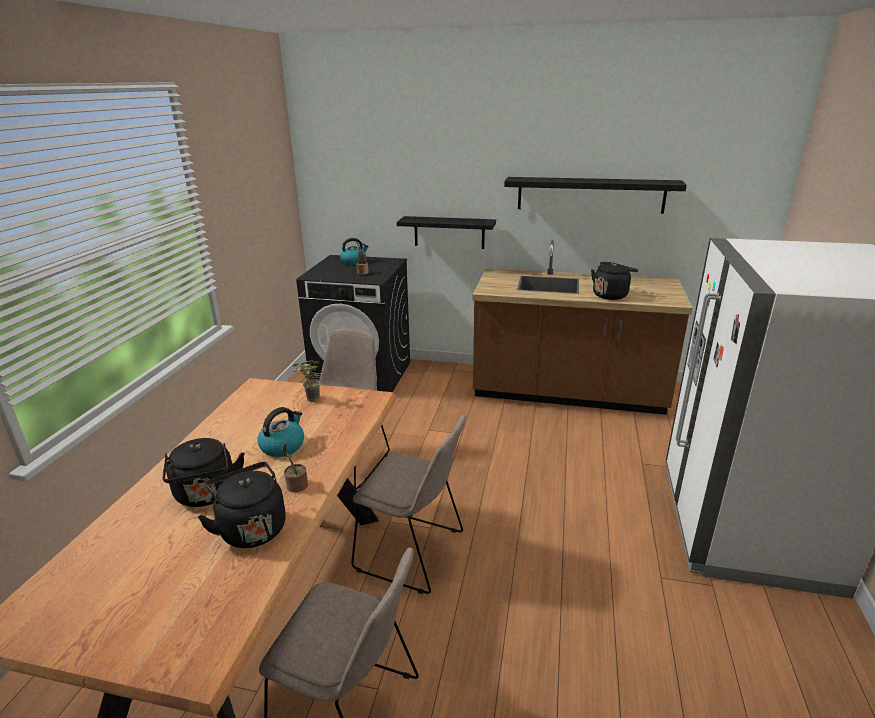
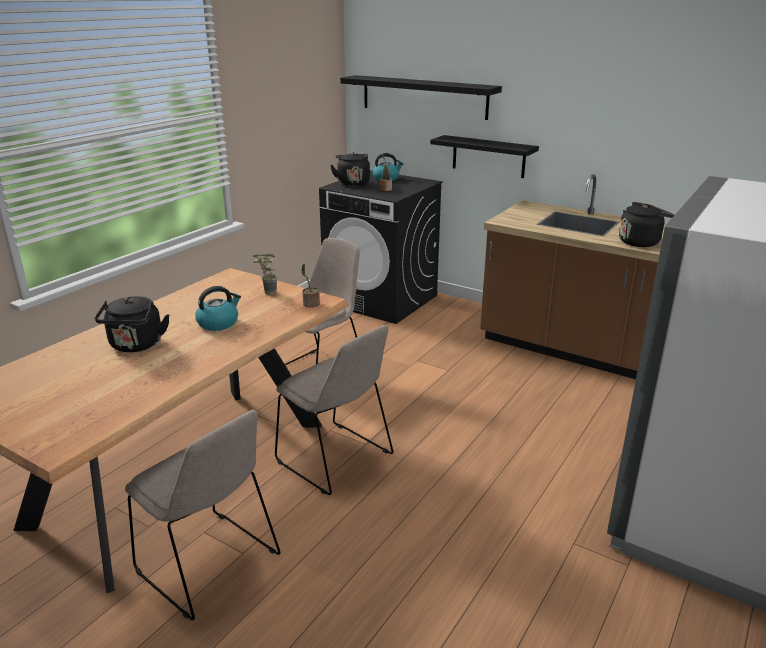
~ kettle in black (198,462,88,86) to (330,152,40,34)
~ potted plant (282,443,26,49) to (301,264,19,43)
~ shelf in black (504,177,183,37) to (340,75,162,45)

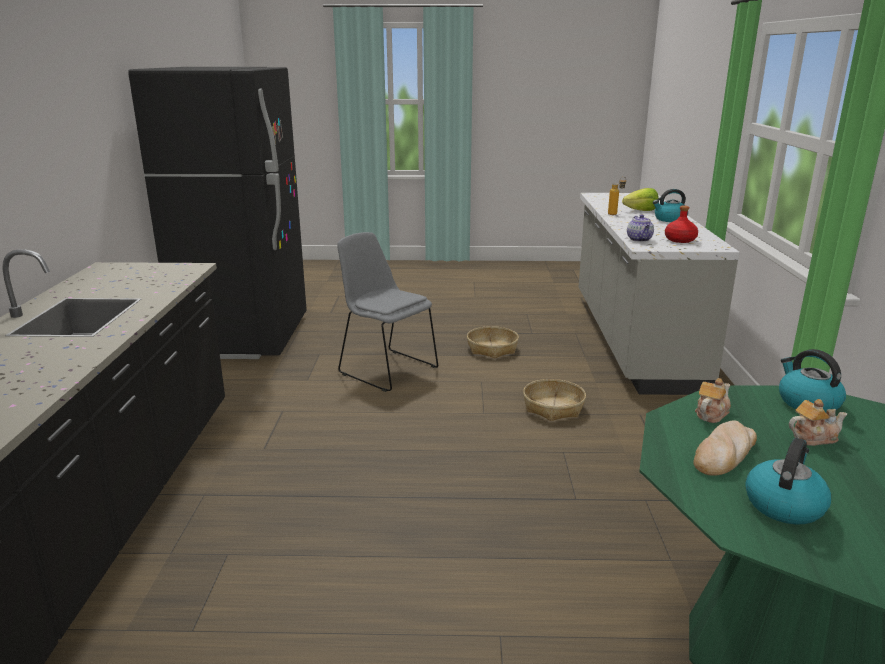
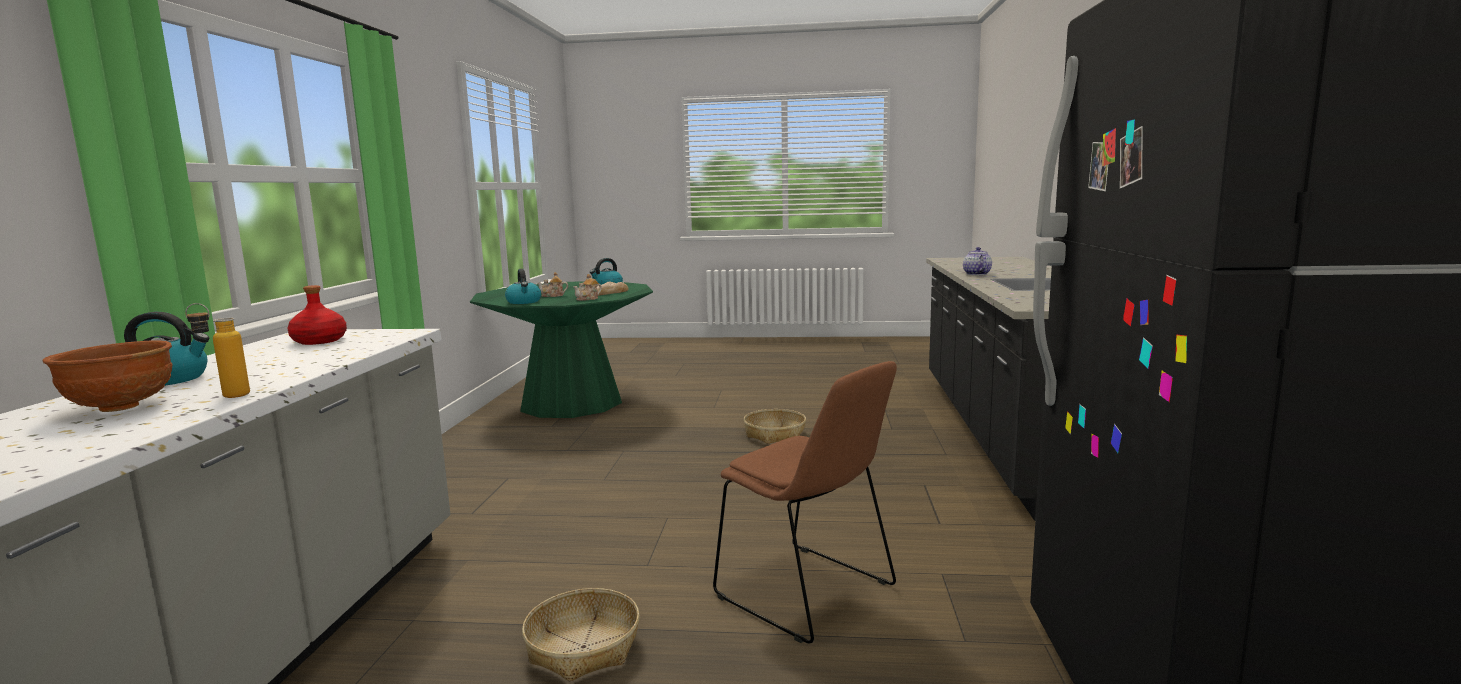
~ chair in grey (337,232,101,160) to chair in brown (713,361,184,283)
~ basket (523,379,63,42) to (744,409,62,35)
~ lettuce (622,188,37,23) to bowl in brown (42,340,130,72)
~ teapot (627,214,27,28) to (963,247,29,28)

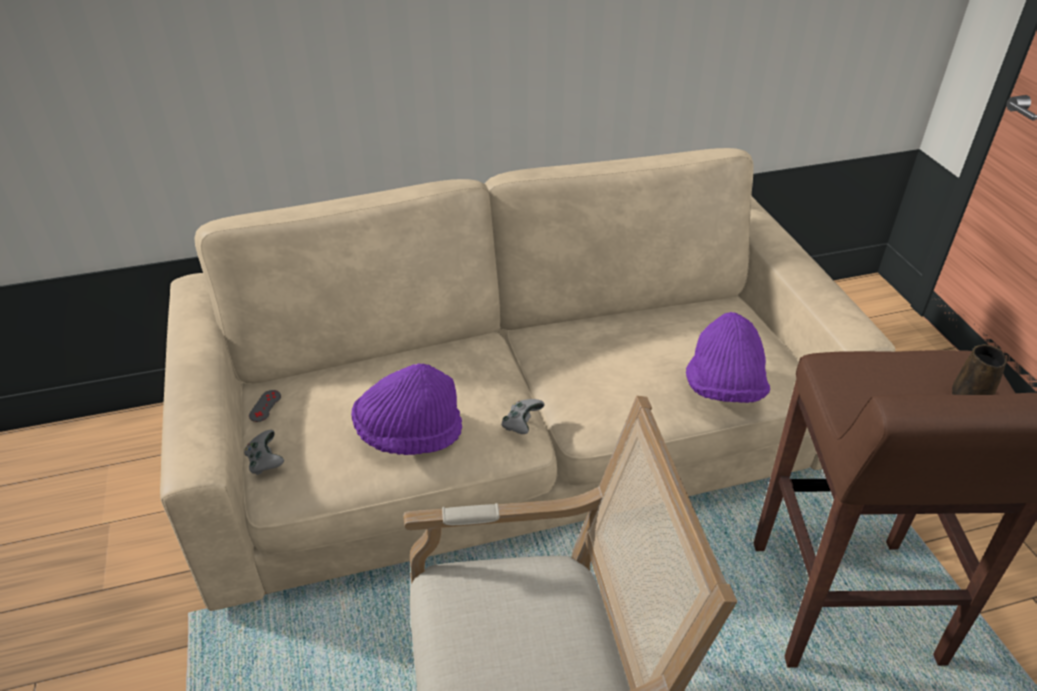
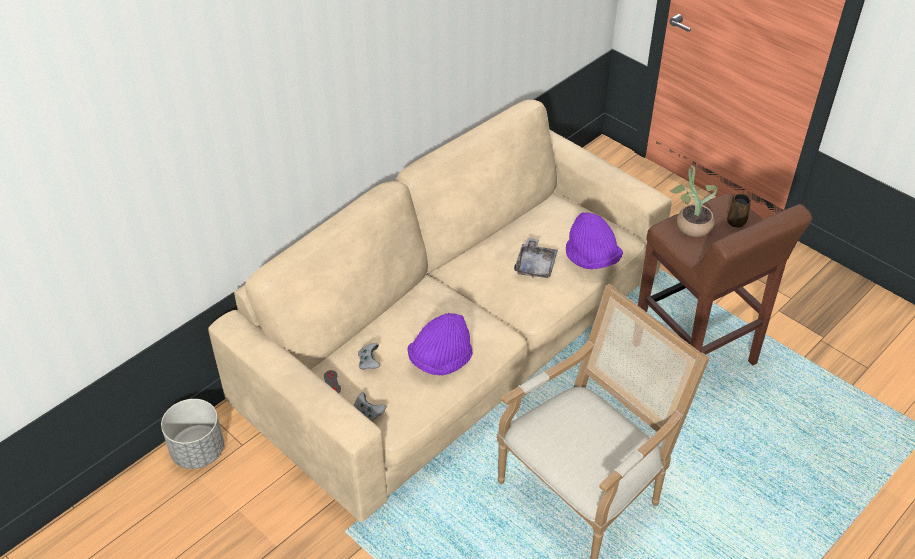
~ game controller in grey (501,399,44,35) to (358,343,22,27)
+ planter in grey (161,399,63,70)
+ tray in grey (514,238,44,40)
+ potted plant (670,165,47,72)

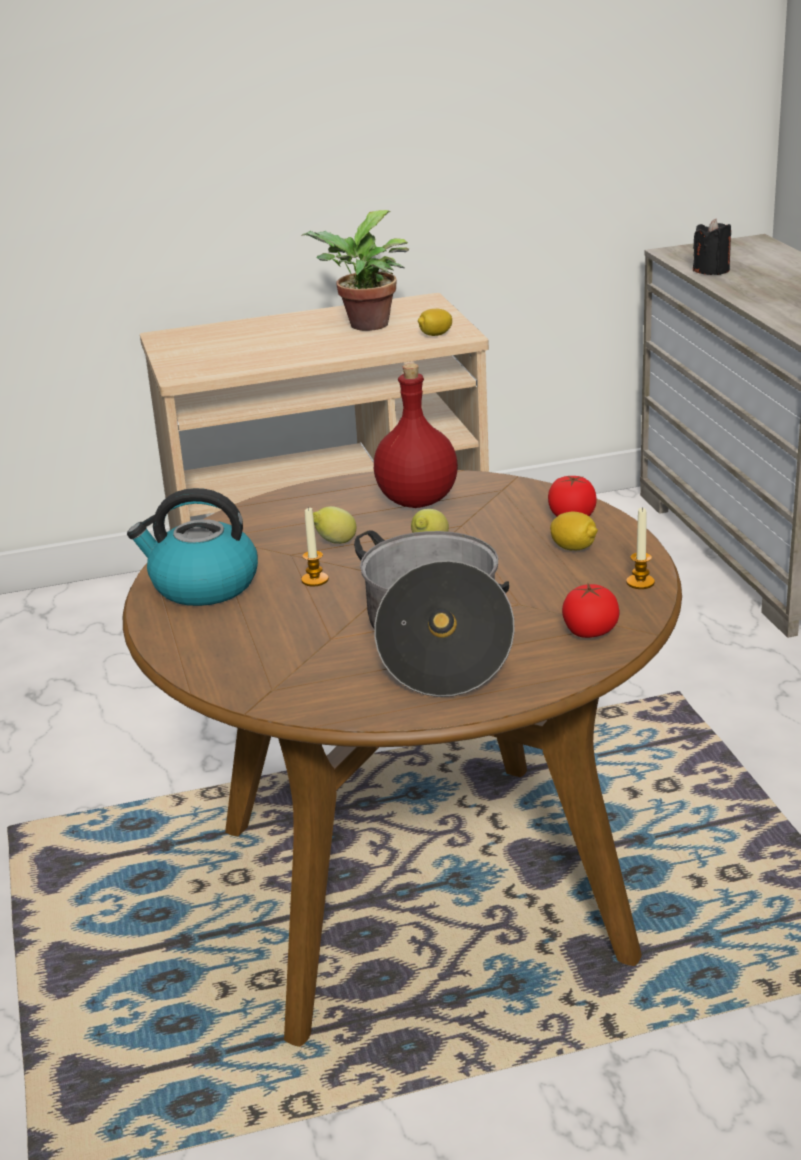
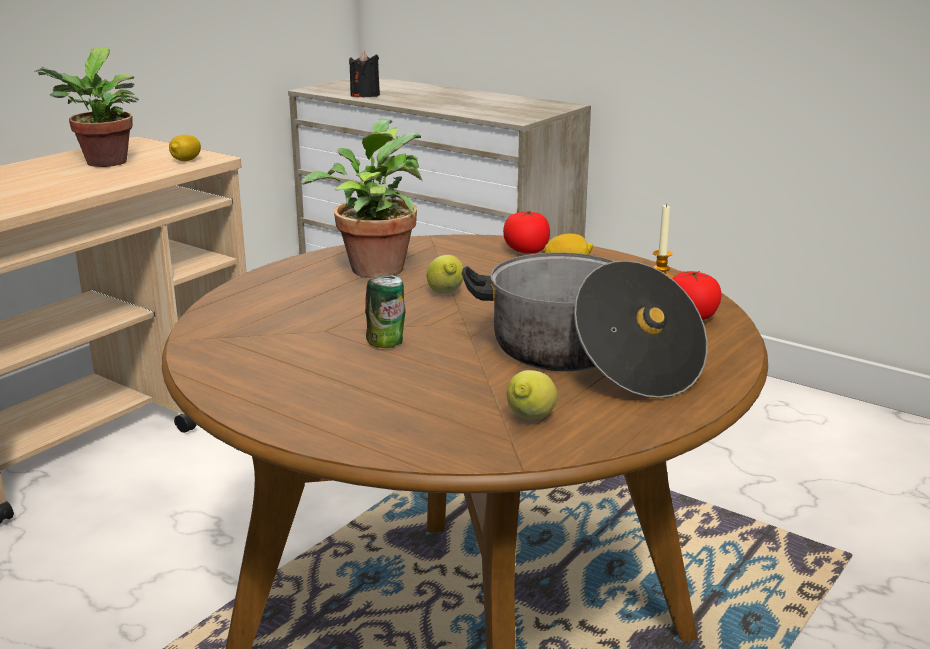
- kettle (127,488,131,118)
~ candle (301,508,28,79) to can (365,275,40,73)
~ lemon (313,506,43,38) to (507,370,50,50)
~ bottle in red (374,363,84,145) to potted plant (302,118,120,160)

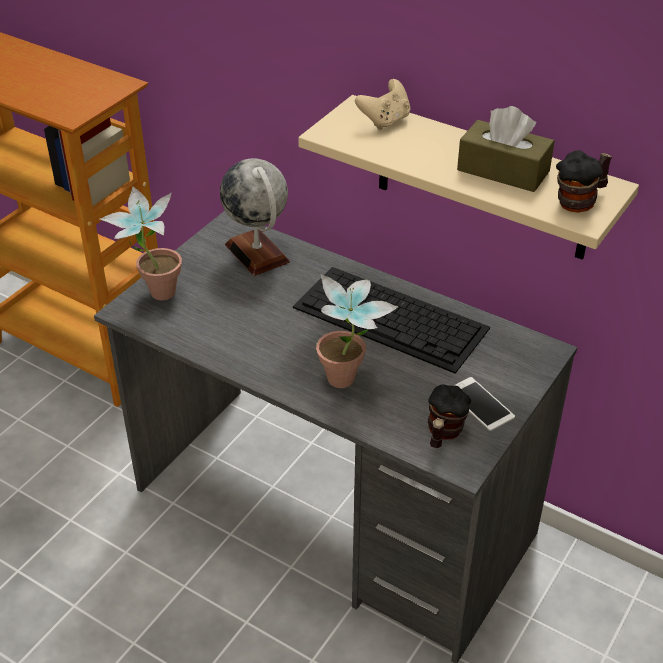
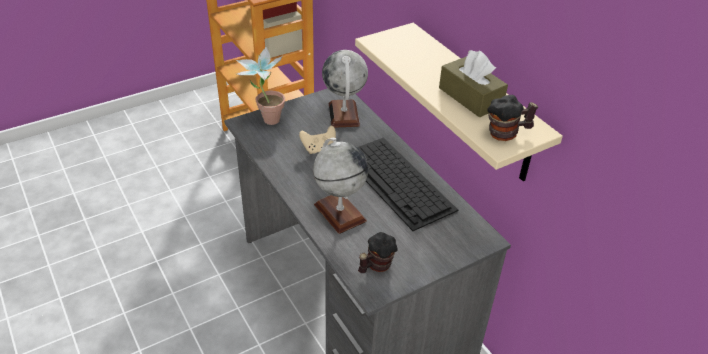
~ potted plant (316,274,82,114) to globe (313,138,55,96)
~ game controller in beige (355,79,56,51) to (299,126,37,28)
- phone (453,377,62,54)

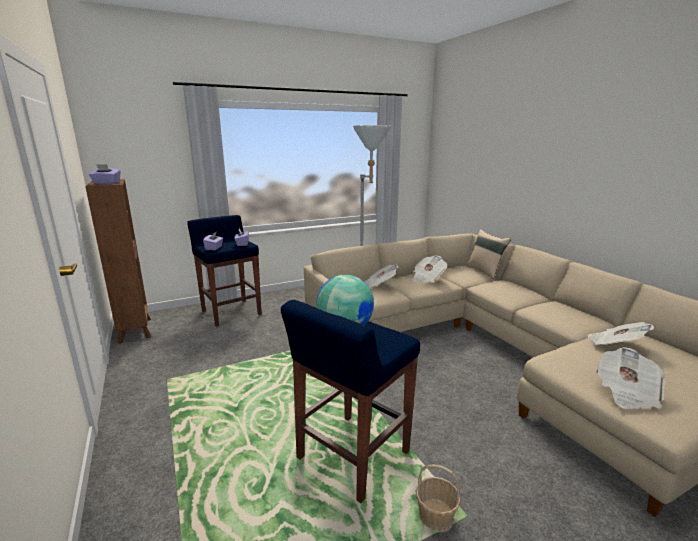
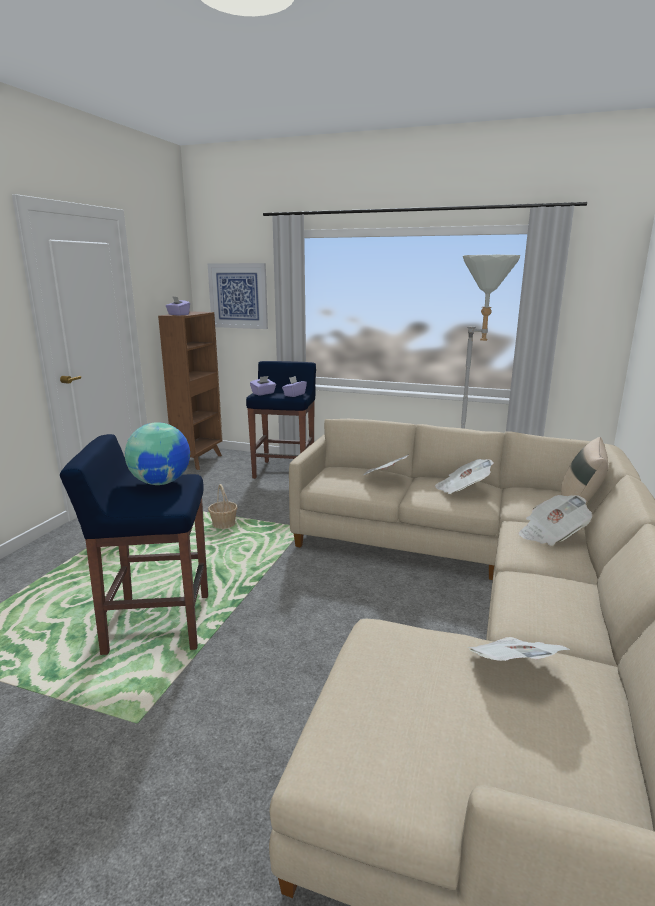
~ basket (416,464,45,68) to (208,484,29,45)
~ newspaper (596,347,70,62) to (518,495,74,51)
+ picture (208,263,60,66)

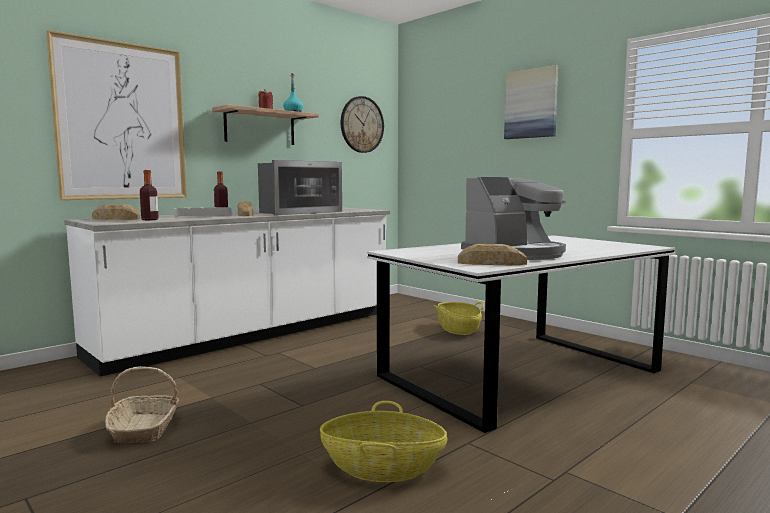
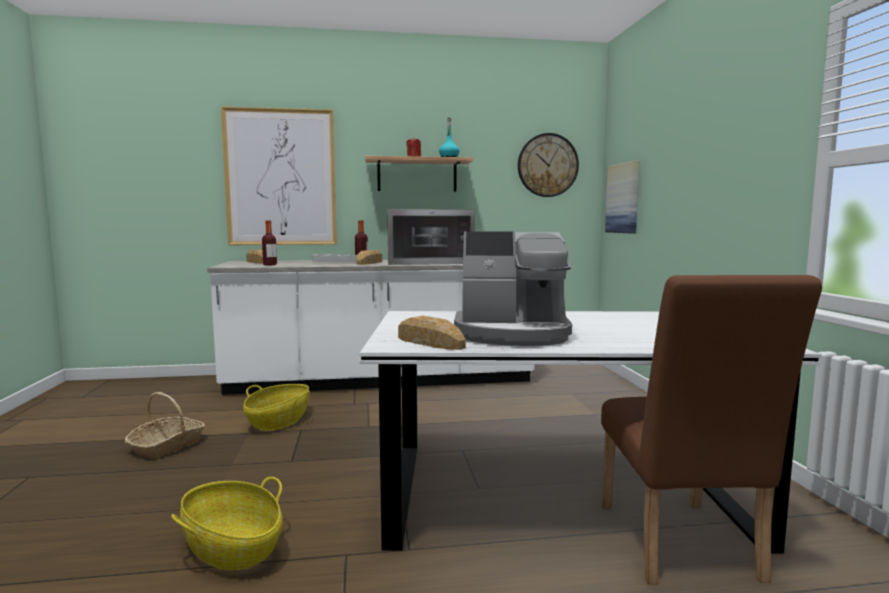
~ basket (434,302,50,33) to (243,384,67,47)
~ picture (504,65,54,74) to (605,161,35,73)
+ chair in brown (601,275,221,310)

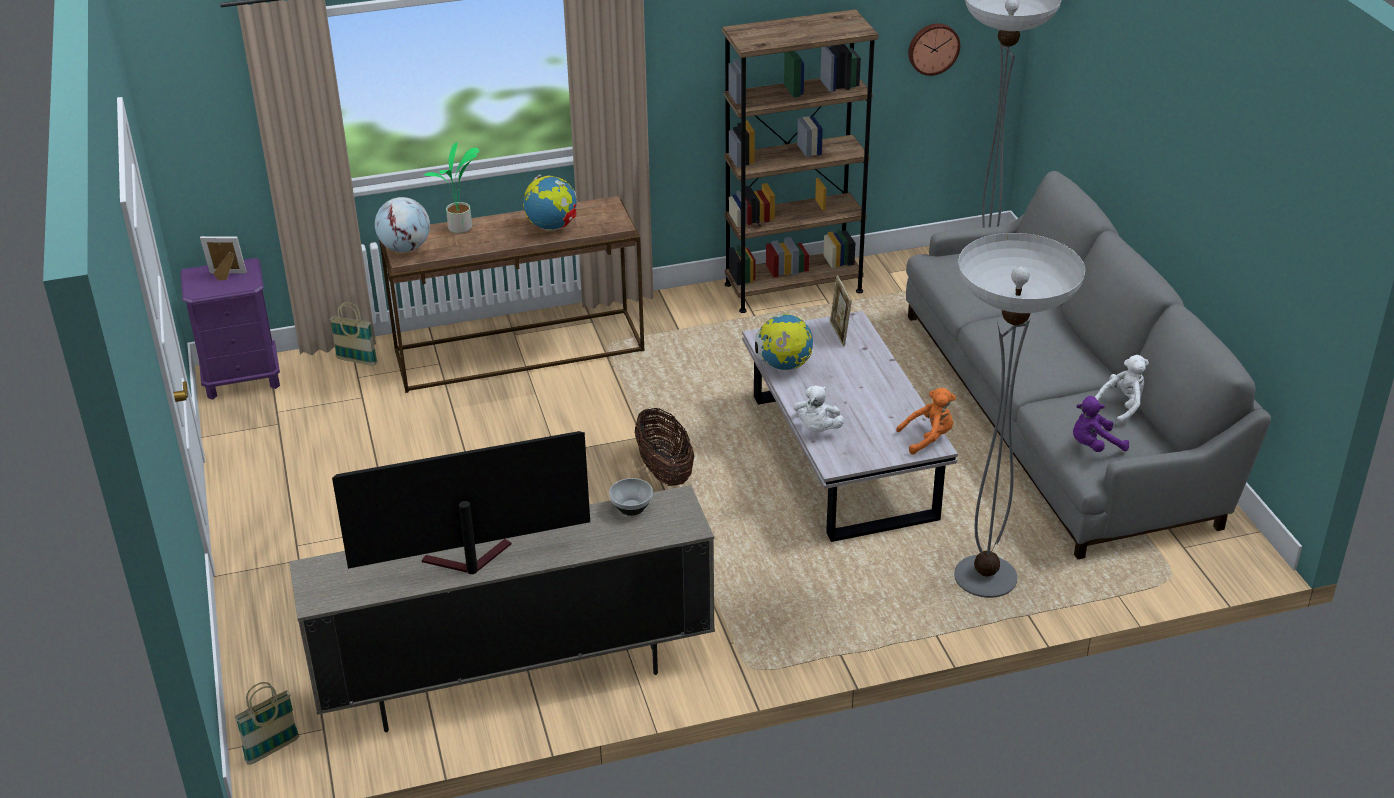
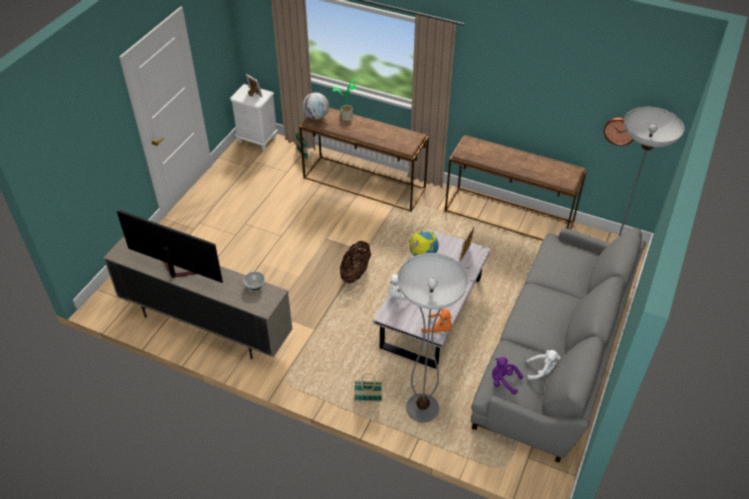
~ nightstand in purple (180,258,100,142) to nightstand in white (230,84,48,67)
~ basket (235,682,64,83) to (354,374,28,27)
- globe (523,174,54,56)
~ bookcase in brown (722,9,156,304) to console table in brown (445,135,142,106)

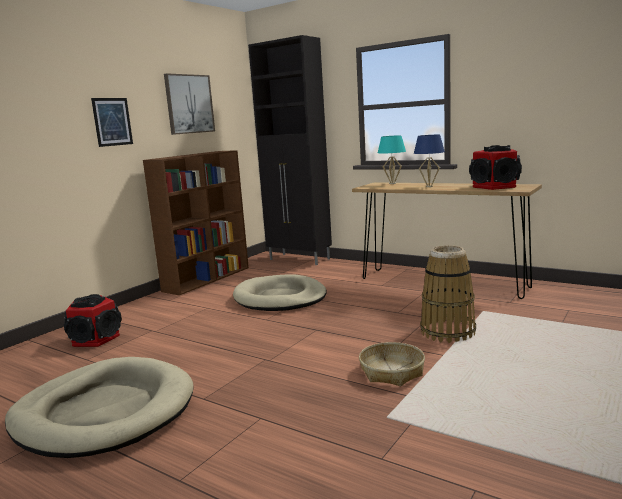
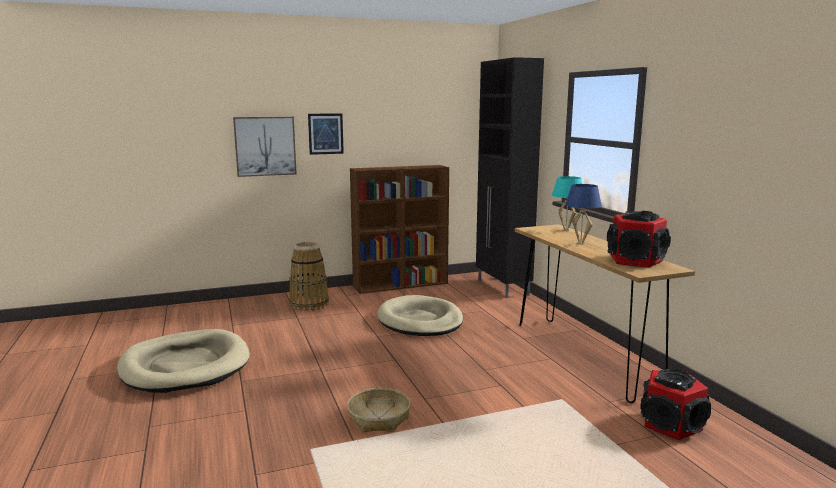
~ speaker (64,294,58,53) to (640,369,71,71)
~ picture (164,73,51,62) to (233,117,64,60)
~ basket (420,245,56,98) to (289,242,40,69)

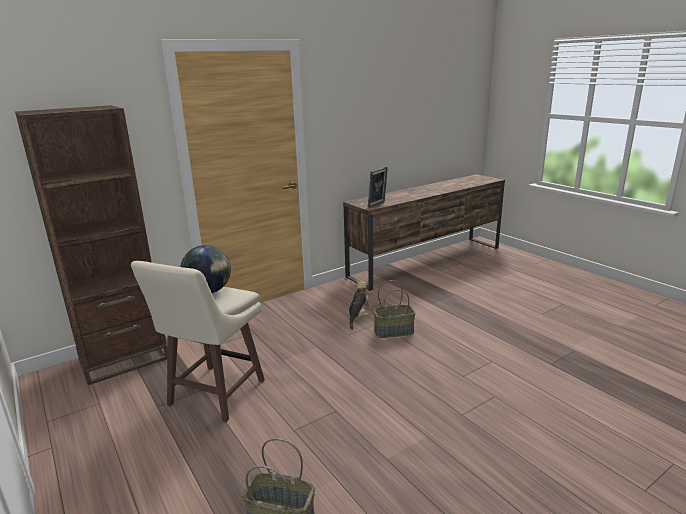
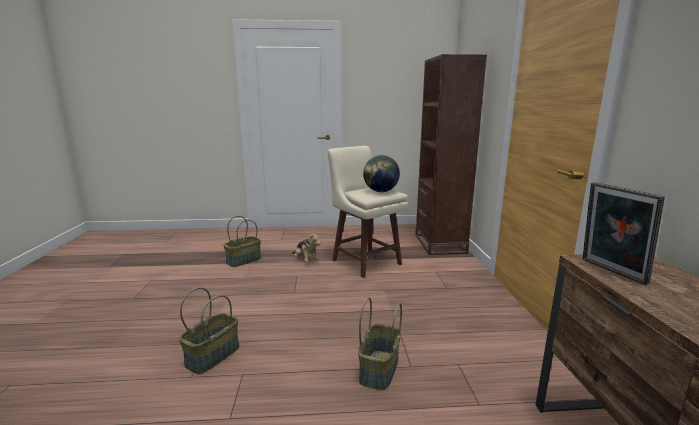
~ plush toy (347,278,25,52) to (292,231,29,31)
+ basket (179,287,60,87)

